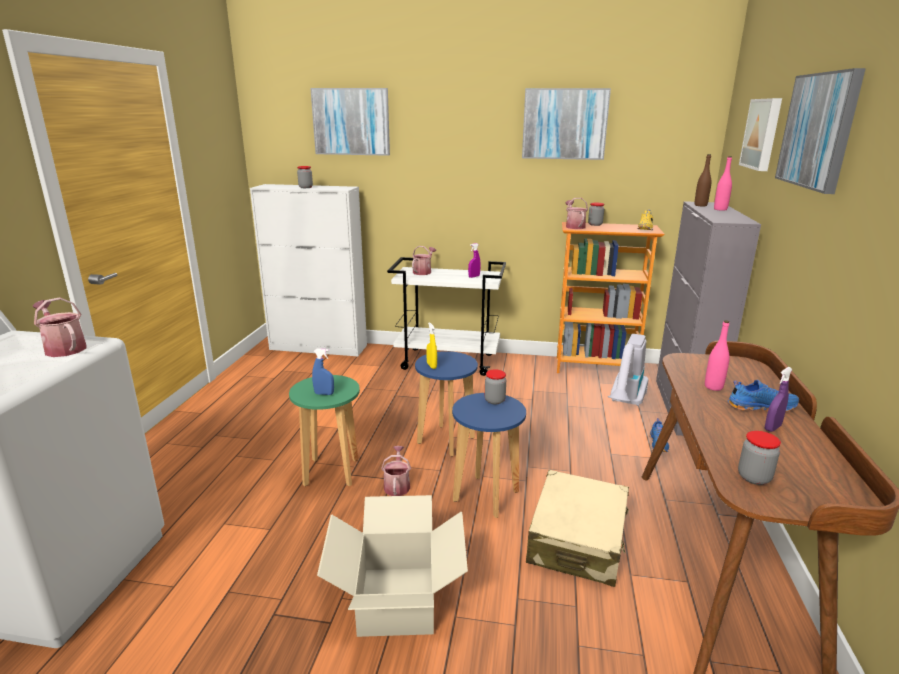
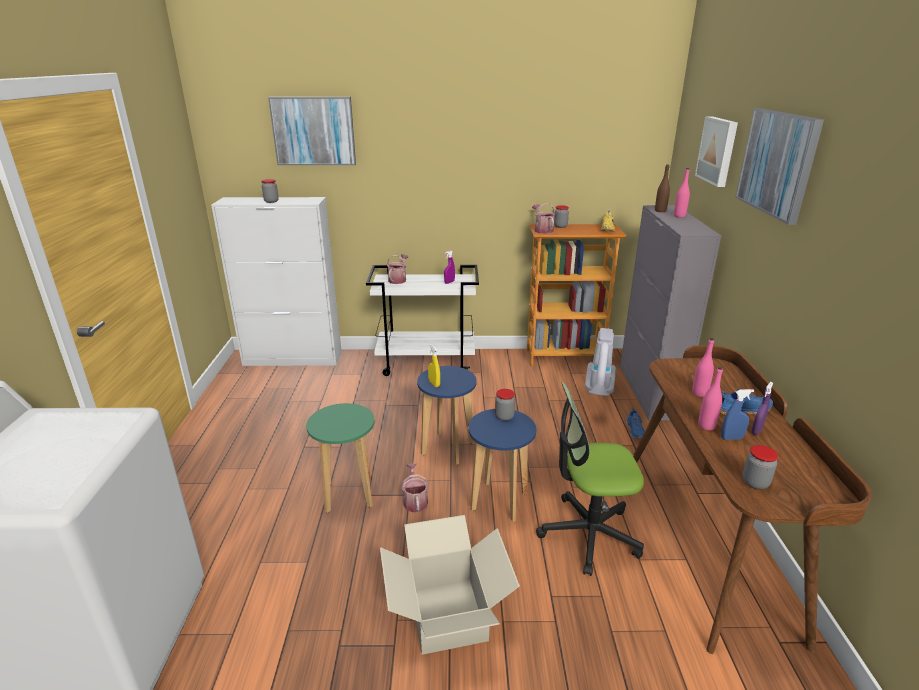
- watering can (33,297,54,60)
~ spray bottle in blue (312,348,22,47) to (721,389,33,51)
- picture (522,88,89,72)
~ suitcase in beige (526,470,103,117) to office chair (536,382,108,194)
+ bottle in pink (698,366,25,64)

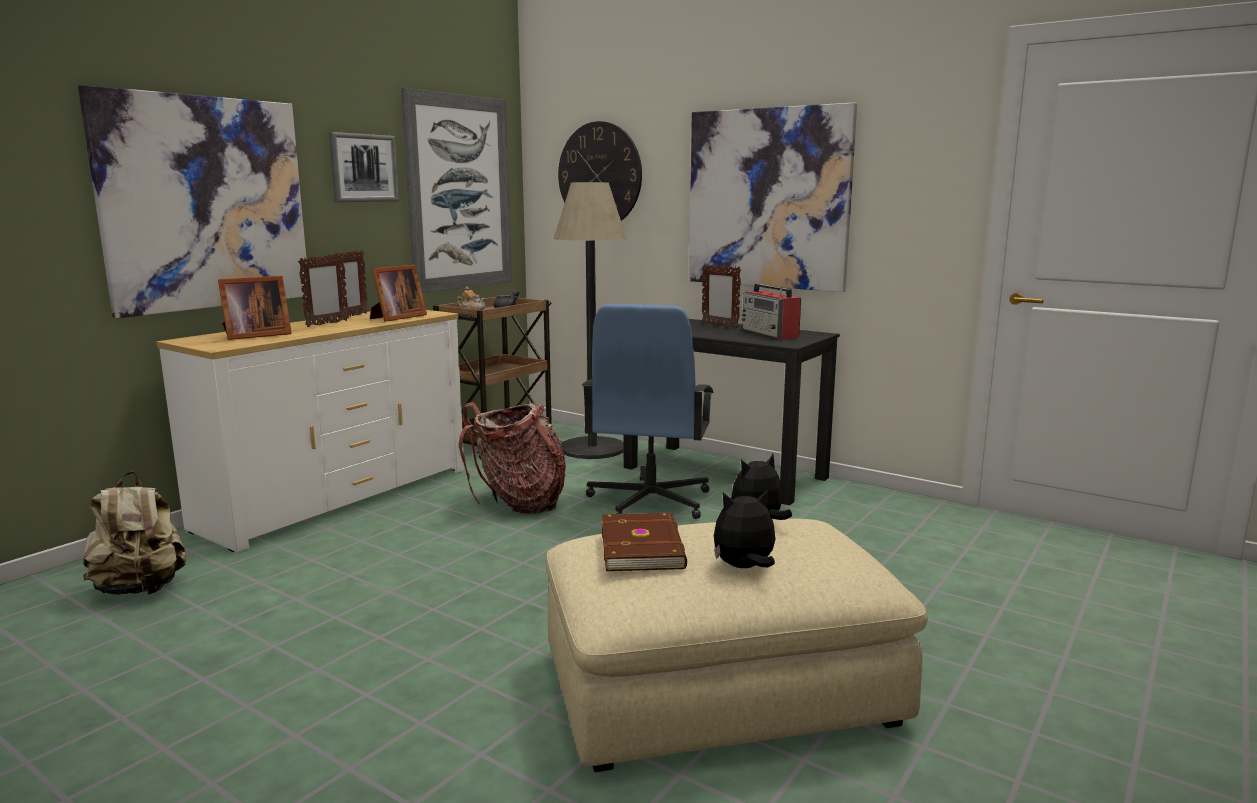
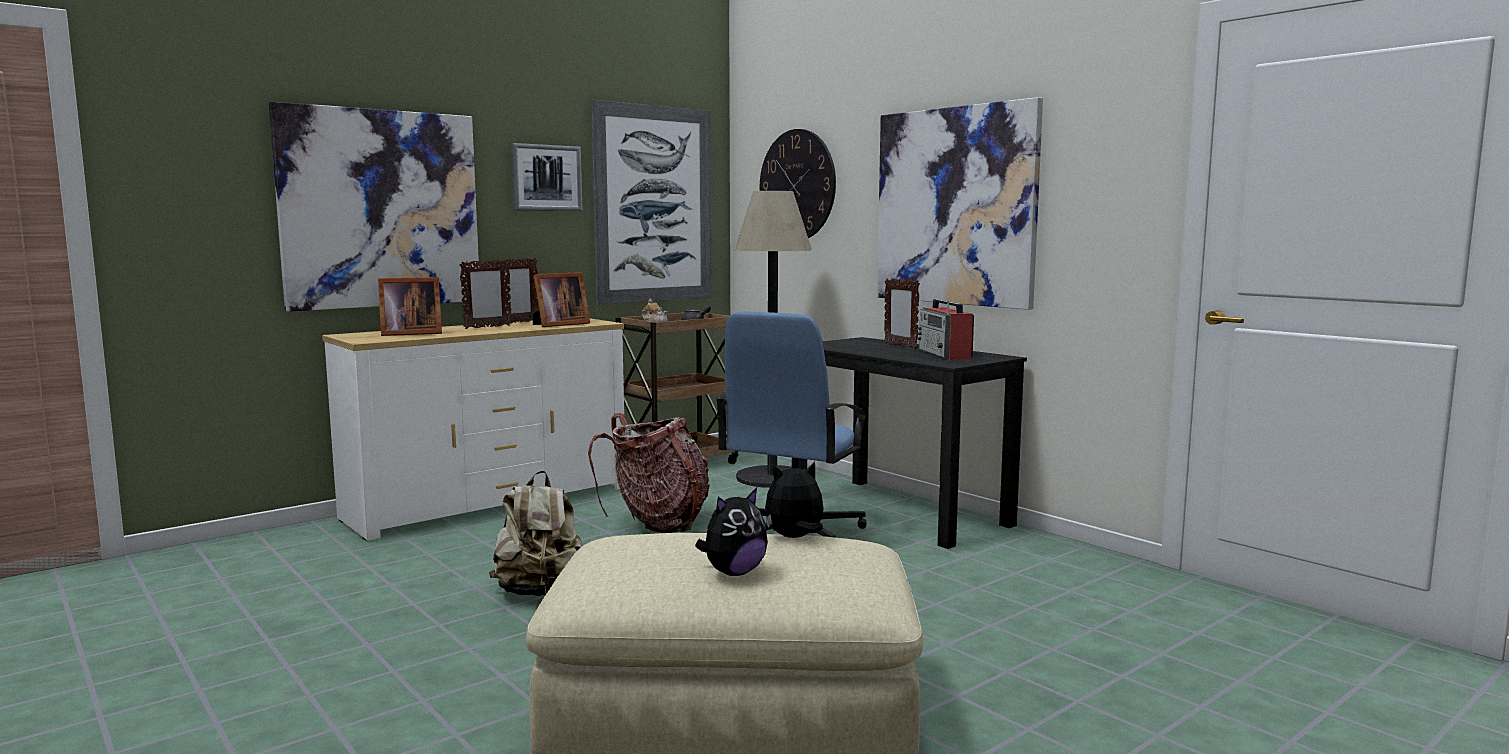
~ backpack in beige (83,472,103,123) to (489,471,94,125)
- book in brown (602,513,85,58)
~ plush toy (714,489,61,79) = (695,488,73,88) 135 degrees clockwise

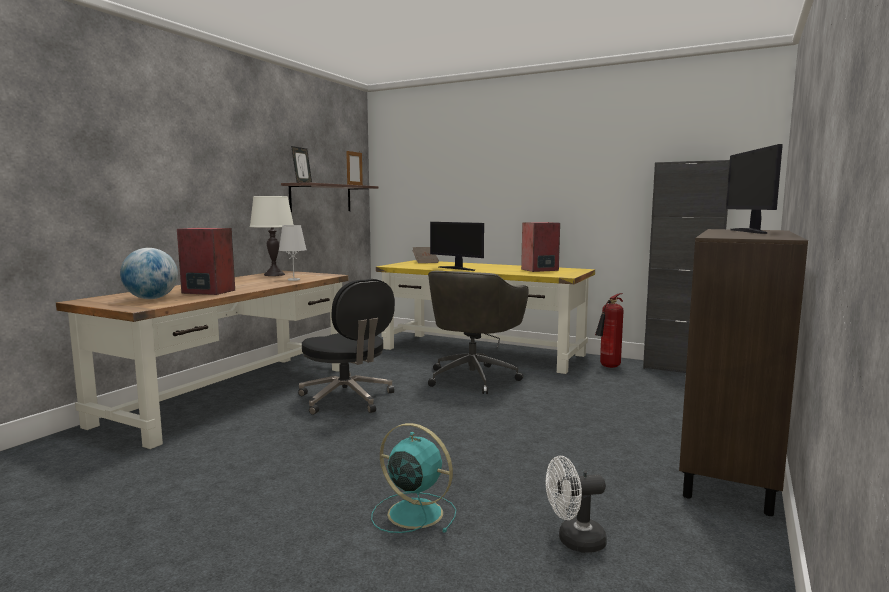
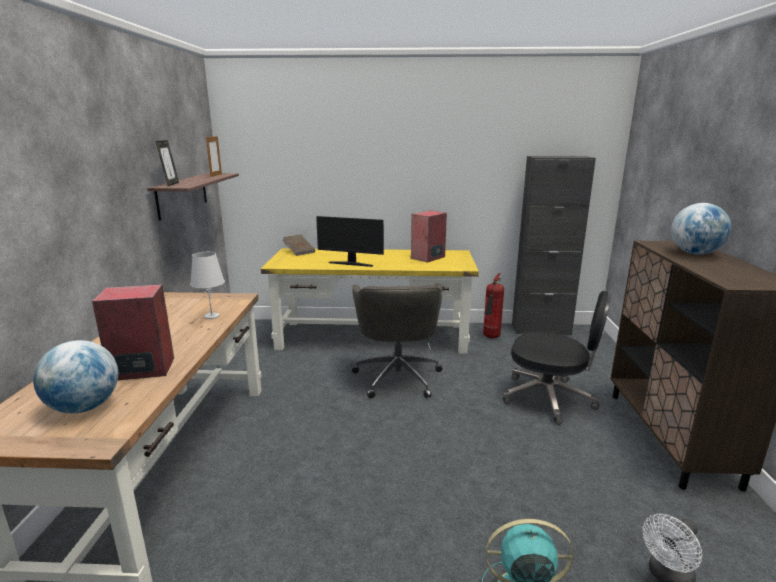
- table lamp in white (249,196,45,80)
~ office chair in black (298,279,97,136) to (503,291,108,134)
~ monitor (726,144,57,90) to globe (671,203,60,51)

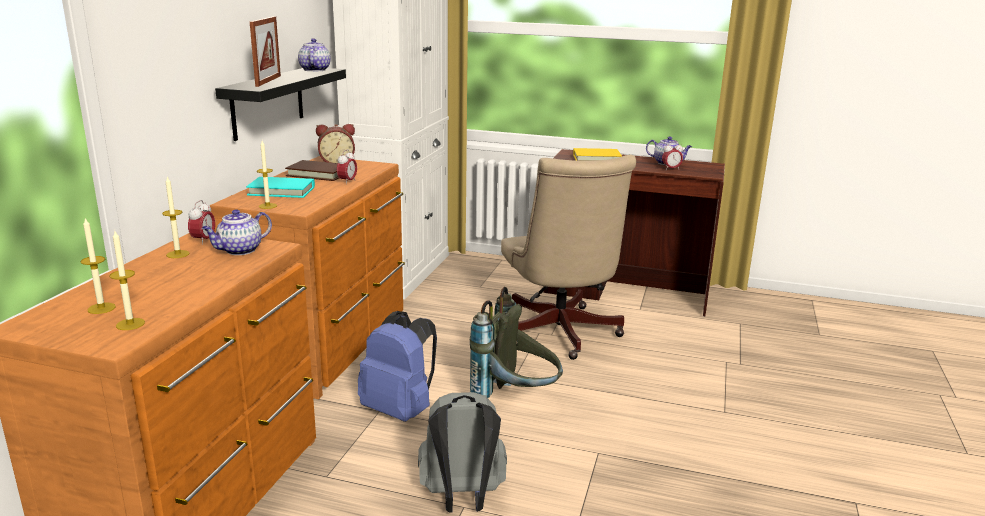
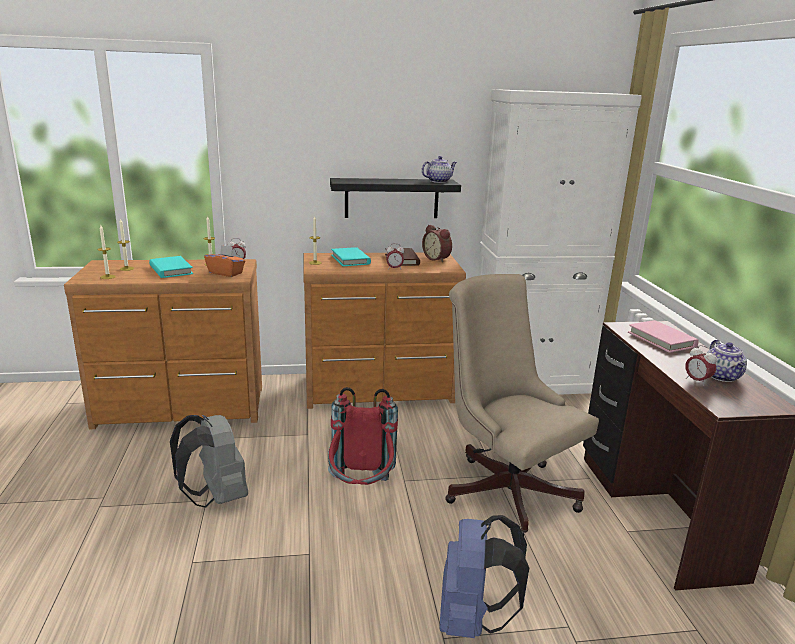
~ teapot (202,209,70,46) to tissue box in orange (204,245,42,32)
- picture frame (250,16,31,71)
~ backpack in blue (358,311,79,111) to (439,515,90,123)
~ backpack in grey (470,287,93,111) to backpack in red (328,387,70,98)
~ office chair in beige (501,155,135,205) = (445,274,154,262) 90 degrees clockwise
~ book in yellow (573,148,49,13) to book in pink (628,320,71,33)
+ book in turquoise (149,256,44,22)

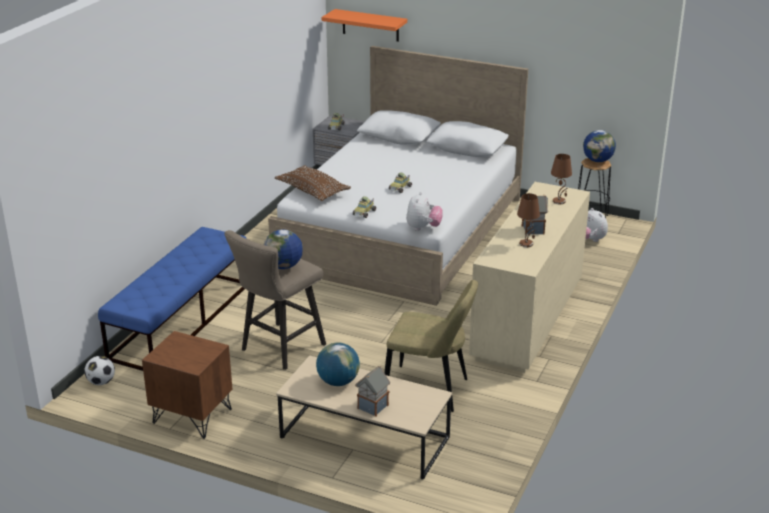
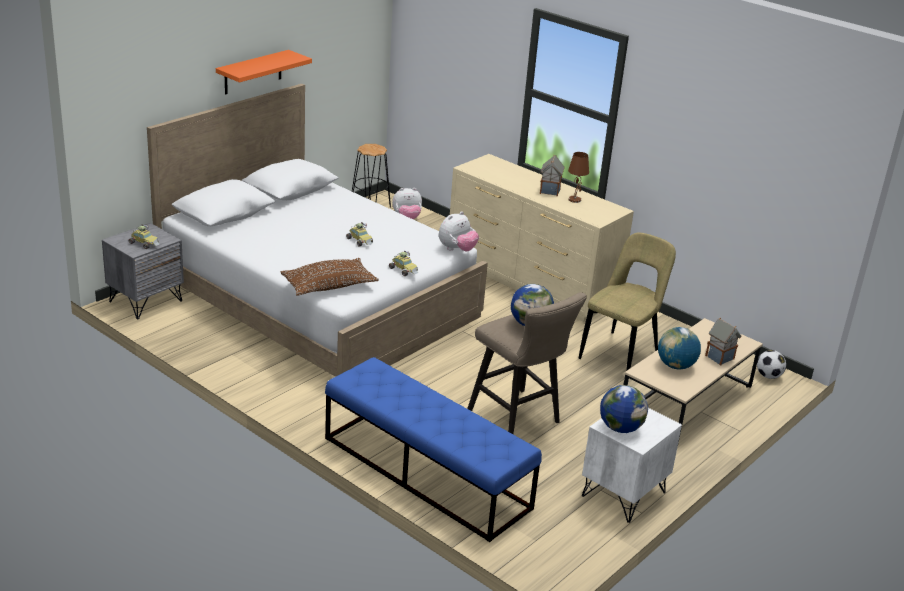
~ football (84,356,31,29) to (757,350,29,29)
~ nightstand in brown (142,331,90,108) to nightstand in white (582,408,100,115)
~ shelf in orange (322,9,85,33) to (216,50,96,44)
~ plush toy (406,192,37,39) = (439,211,40,41) 105 degrees clockwise
- table lamp in brown (551,154,21,51)
~ globe (583,130,33,32) to (600,385,48,48)

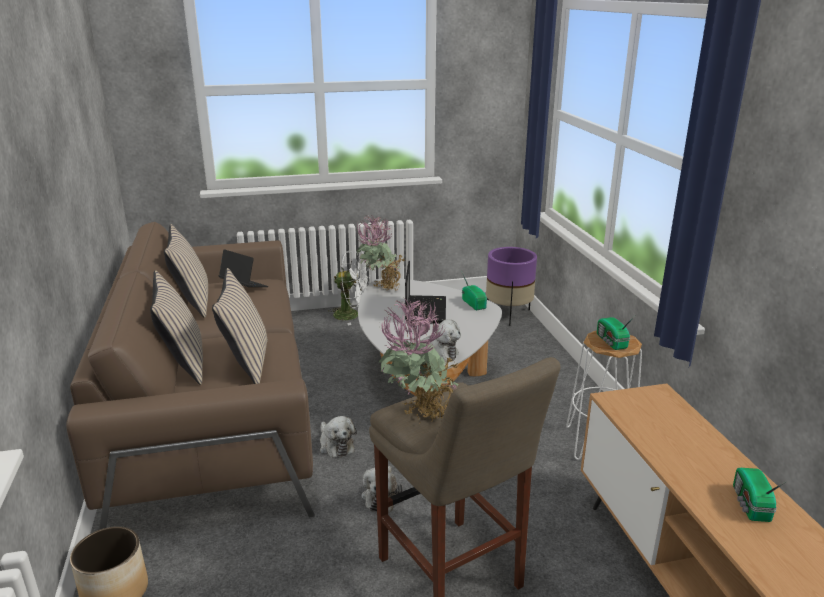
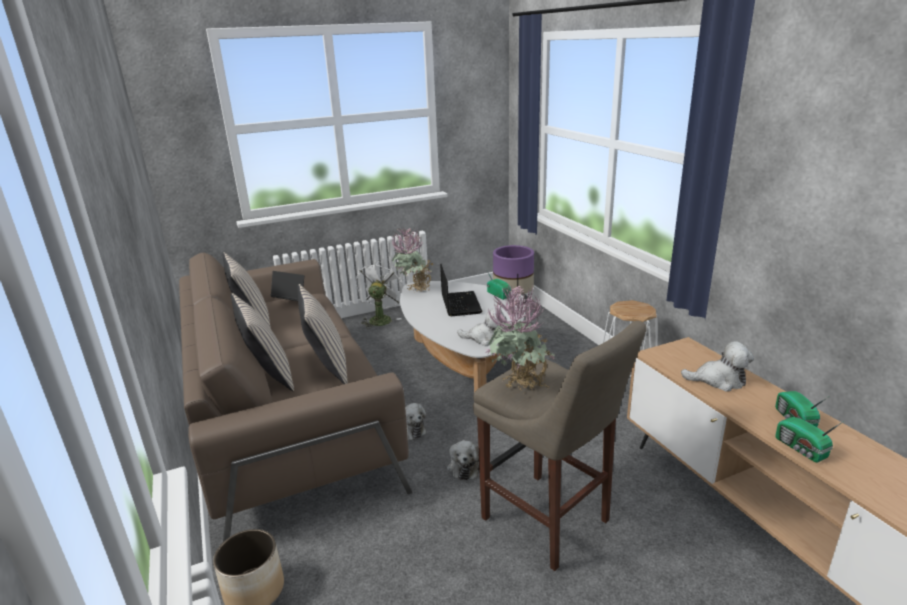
~ fan in white (328,251,41,74) = (356,261,48,68) 75 degrees counterclockwise
~ radio (597,316,38,34) to (775,417,69,46)
+ plush toy (681,341,73,51)

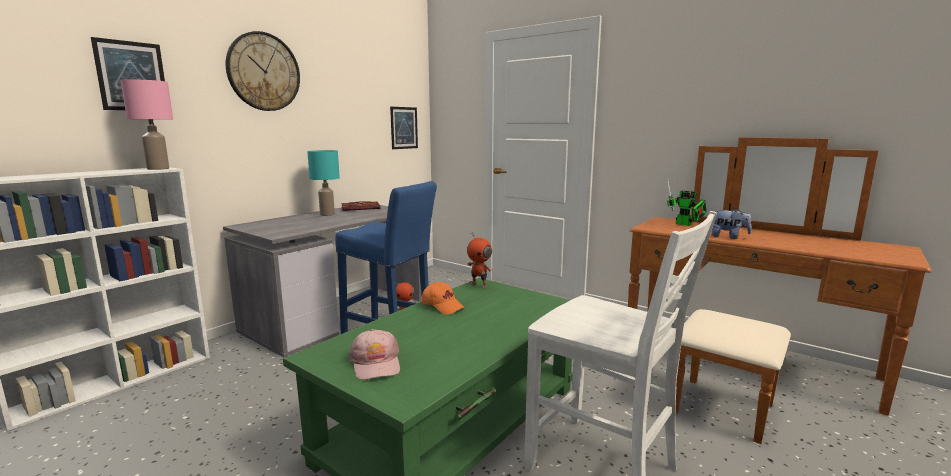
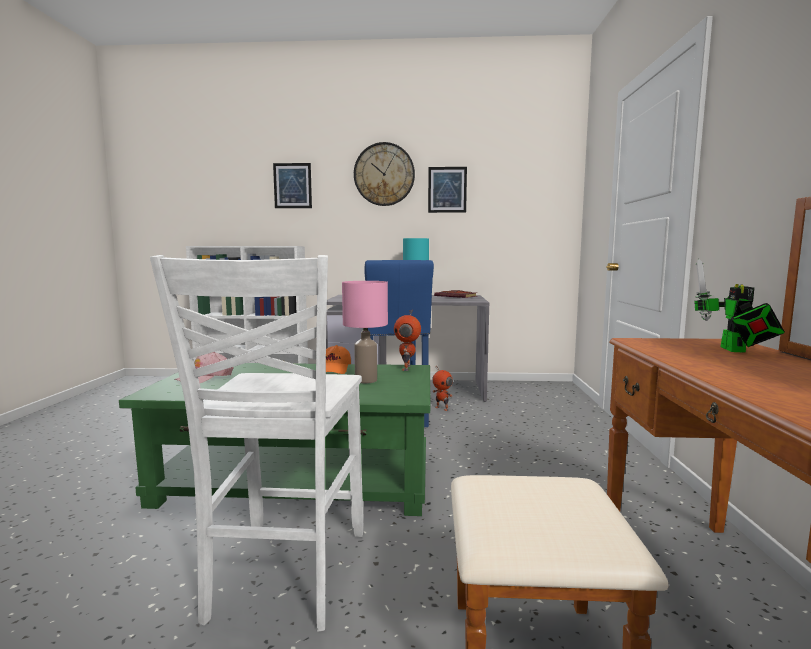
~ table lamp in pink (121,79,52,91) to (342,281,46,102)
~ picture (390,107,28,42) to (428,167,39,46)
- plush toy (712,209,40,30)

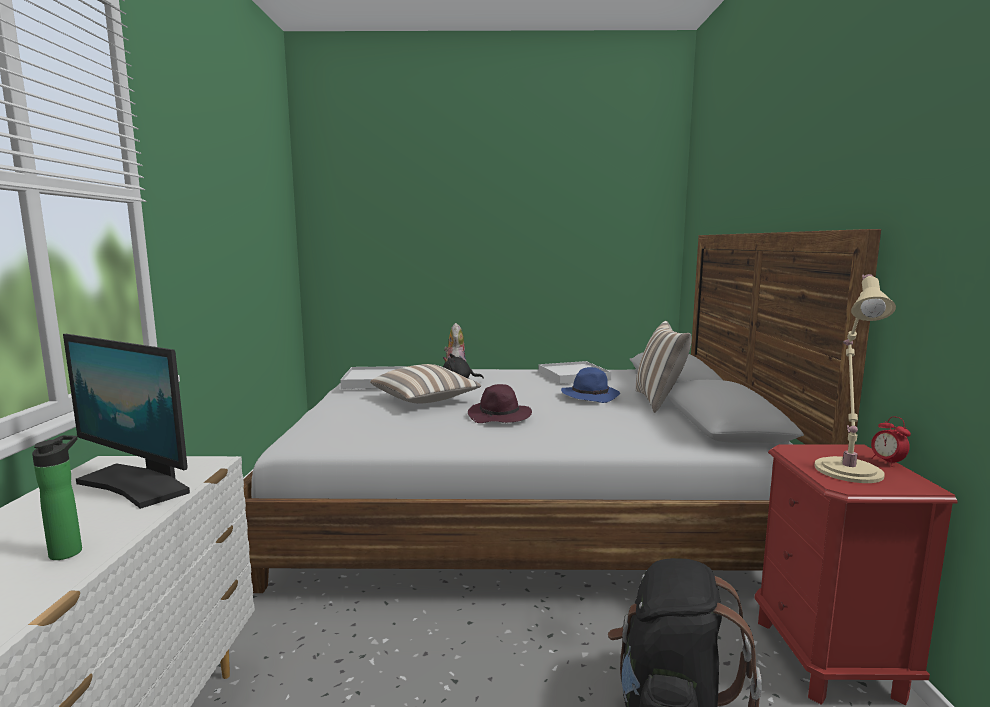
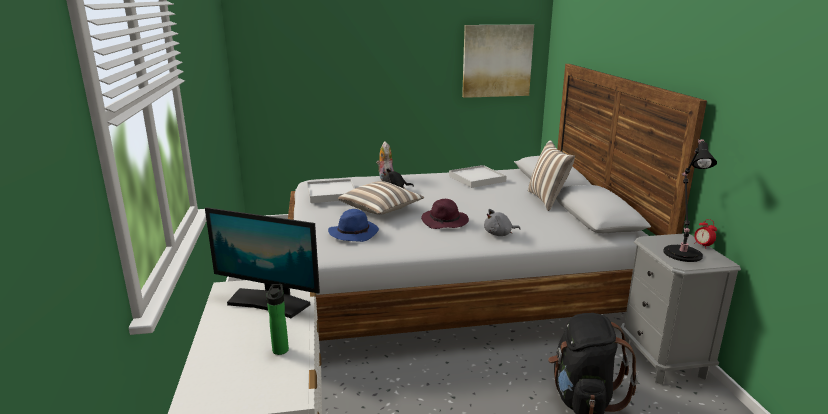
~ hat in blue (561,367,59,36) to (328,209,51,33)
~ nightstand in red (755,444,203,261) to nightstand in grey (620,233,121,152)
~ table lamp in beige (815,274,81,209) to table lamp in black (663,139,54,123)
+ picture (462,24,72,74)
+ plush toy in grey (484,209,37,27)

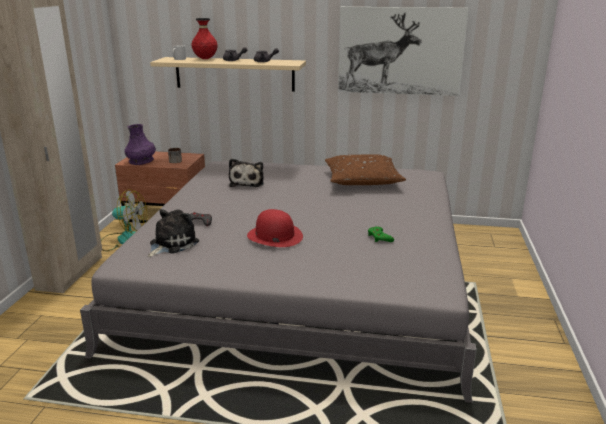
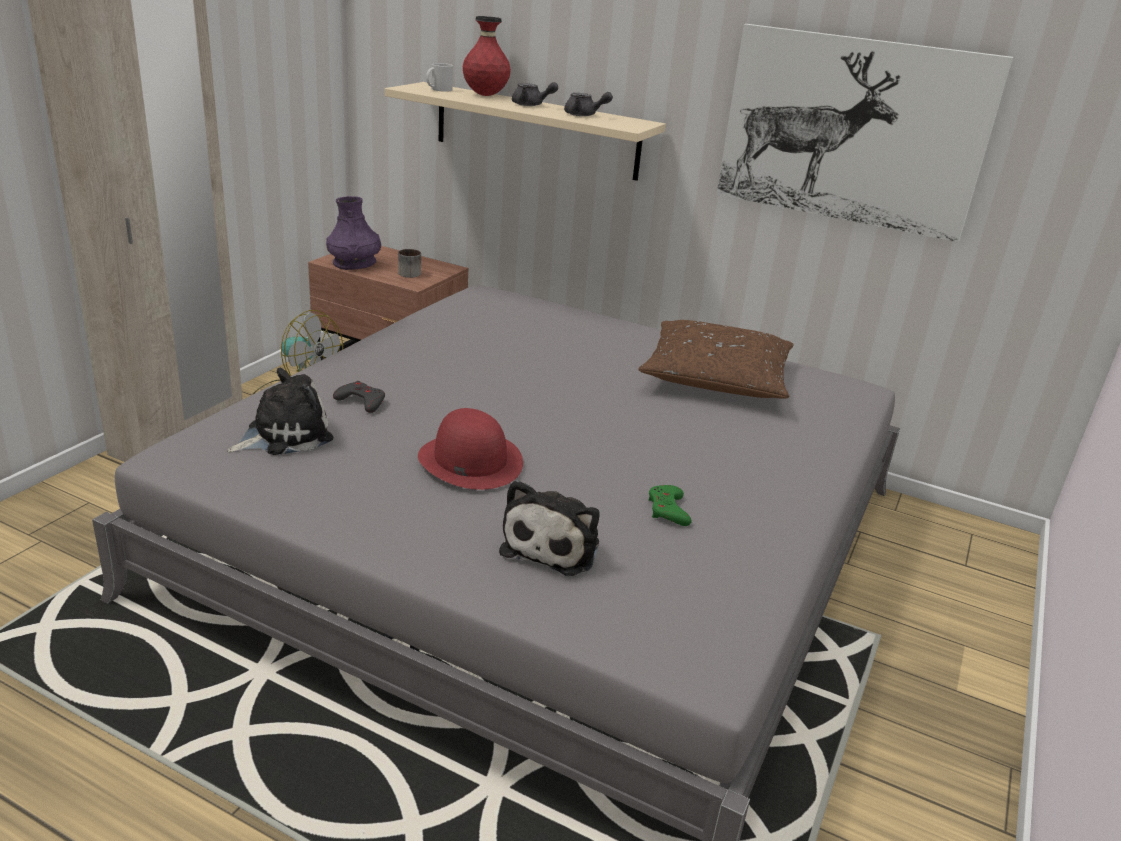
~ plush toy (229,158,35,29) to (499,480,101,96)

